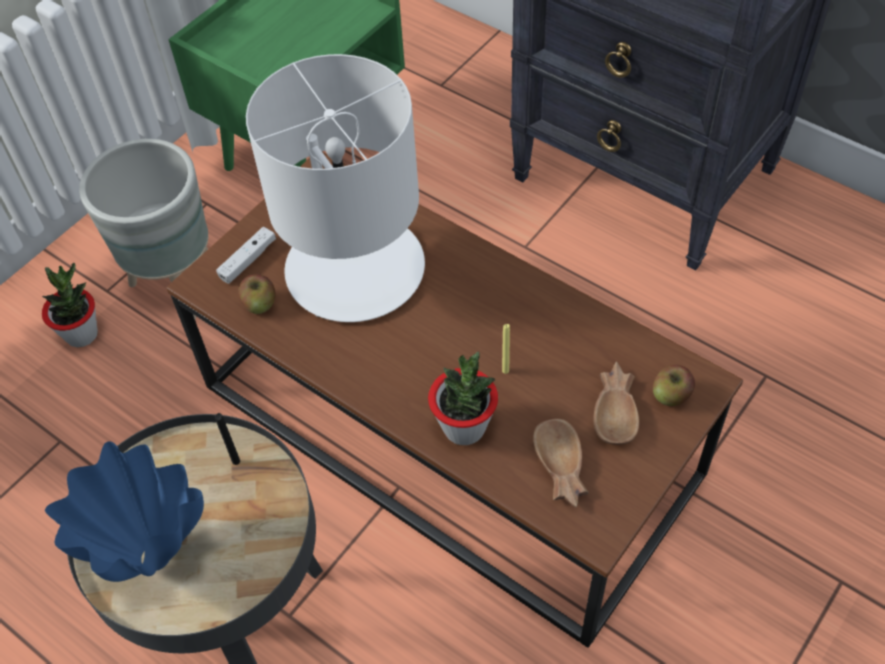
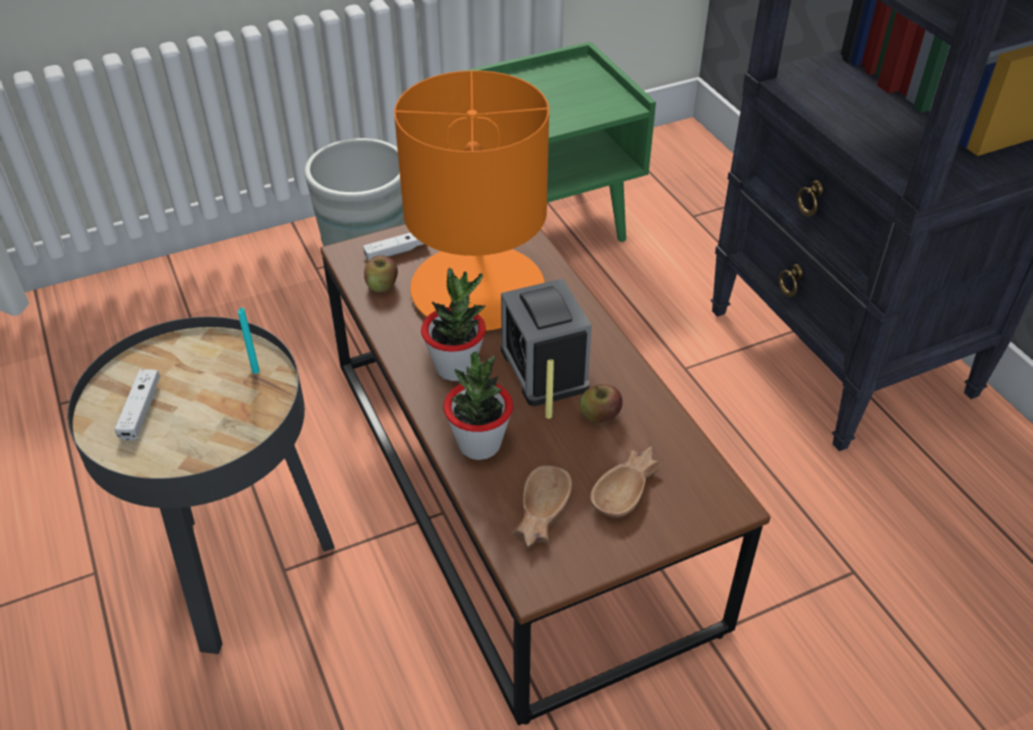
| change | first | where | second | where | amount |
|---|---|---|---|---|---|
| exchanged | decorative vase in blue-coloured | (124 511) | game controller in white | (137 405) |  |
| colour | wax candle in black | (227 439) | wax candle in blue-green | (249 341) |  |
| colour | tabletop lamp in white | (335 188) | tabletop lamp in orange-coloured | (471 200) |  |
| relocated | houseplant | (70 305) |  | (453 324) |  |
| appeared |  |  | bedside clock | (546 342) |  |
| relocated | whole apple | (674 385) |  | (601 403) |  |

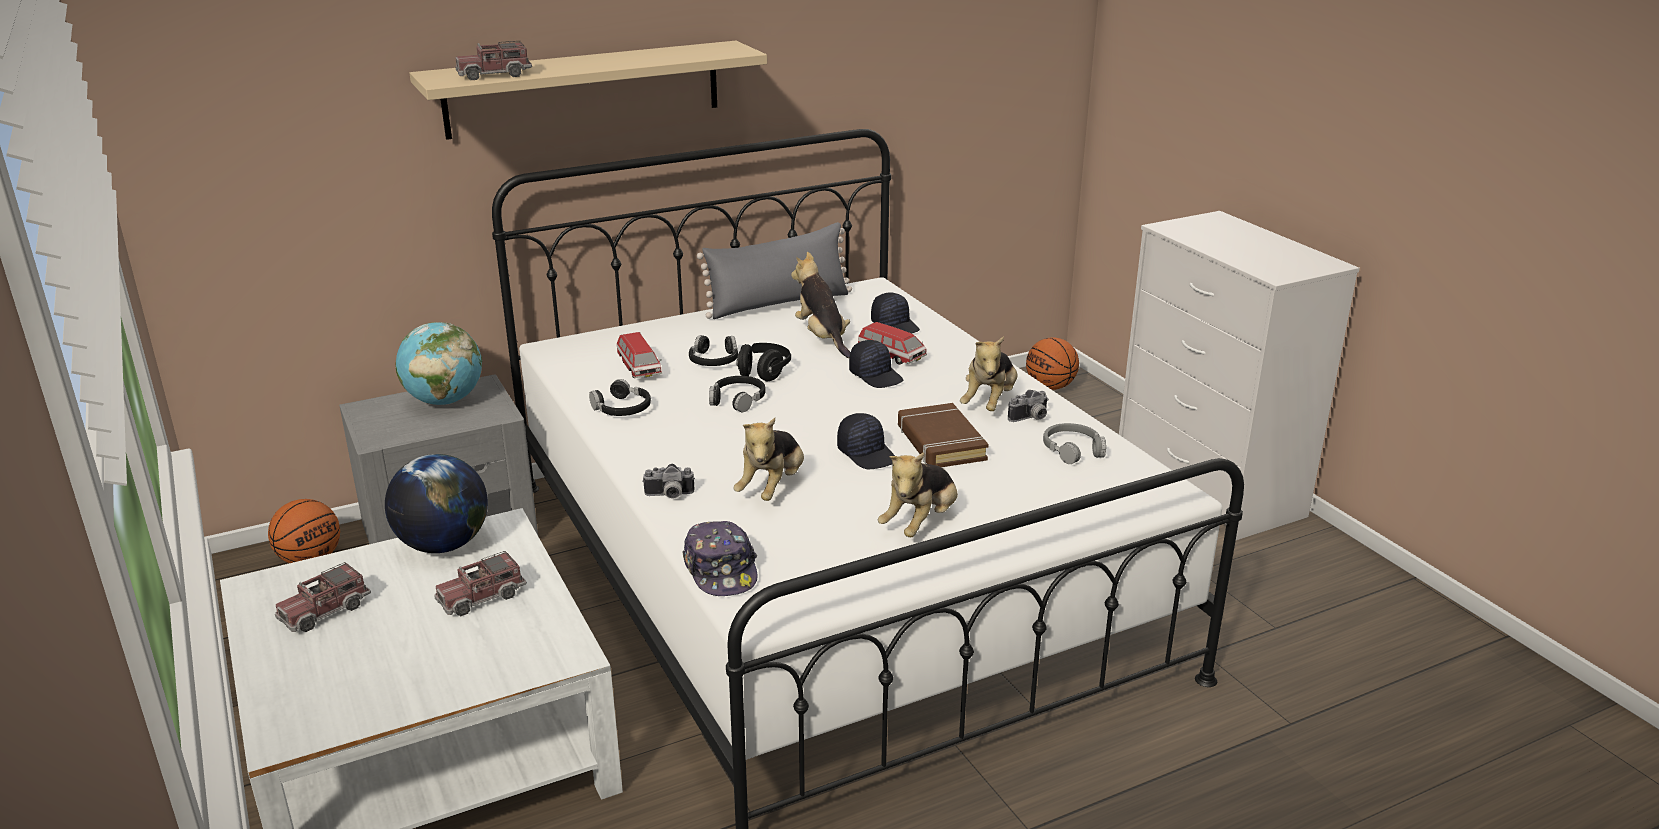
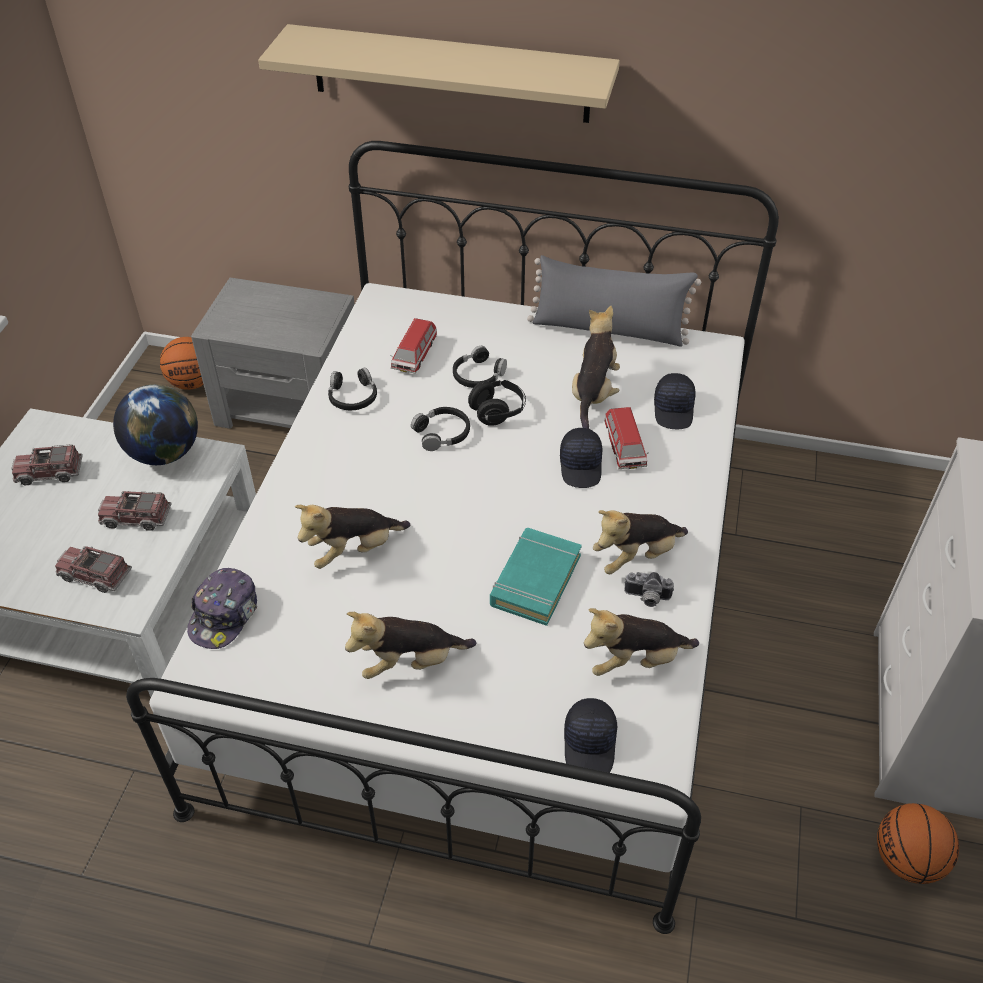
| change | first | where | second | where | amount |
|---|---|---|---|---|---|
| relocated | toy truck | (493 60) |  | (93 569) |  |
| colour | bound book in brown-coloured | (943 435) | bound book in blue-green | (536 577) |  |
| relocated | cap in black | (866 441) |  | (590 735) |  |
| exchanged | pair of headphones in grey | (1074 443) | cuddly toy | (641 642) |  |
| relocated | basketball | (1052 363) |  | (918 843) |  |
| missing | desk globe | (438 363) |  |  |  |
| missing | photo camera | (668 481) |  |  |  |

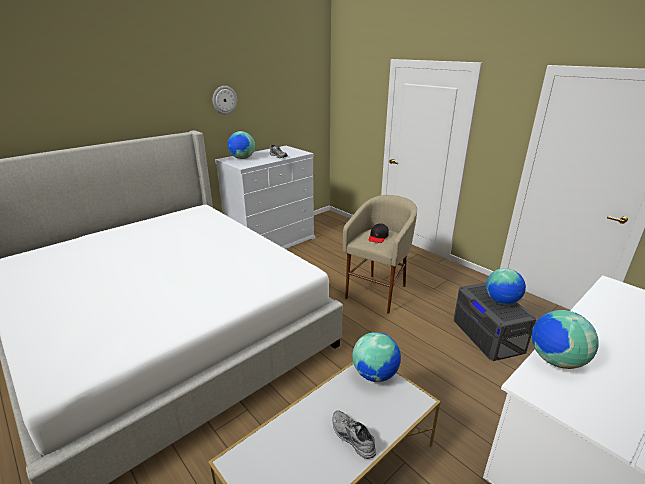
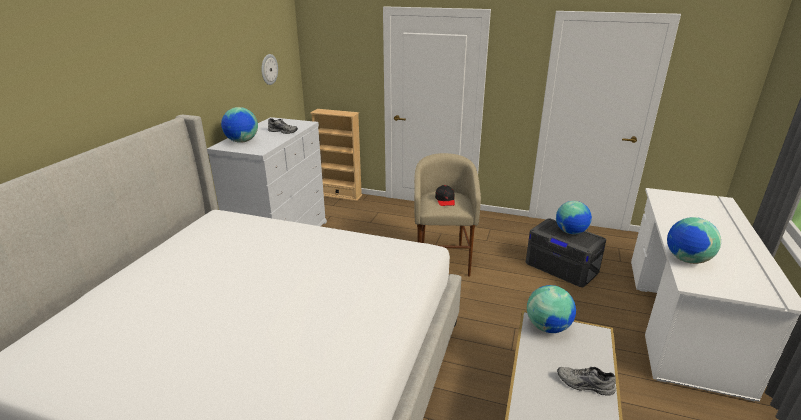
| change | first | where | second | where | amount |
|---|---|---|---|---|---|
| relocated | hanging clock | (225 100) |  | (269 69) |  |
| appeared |  |  | bookcase in sand-coloured | (336 155) |  |

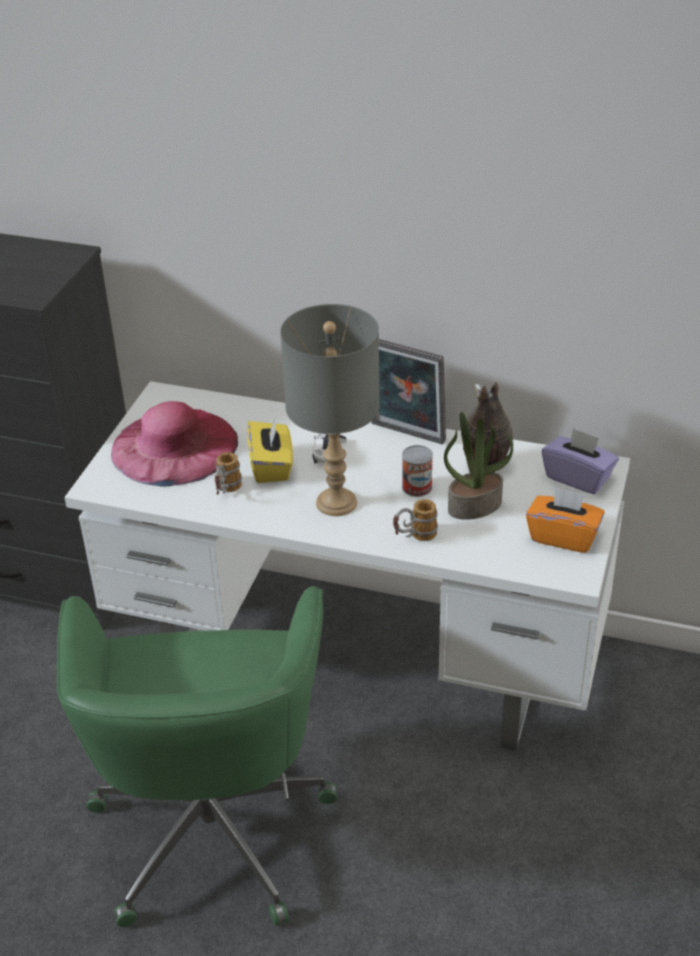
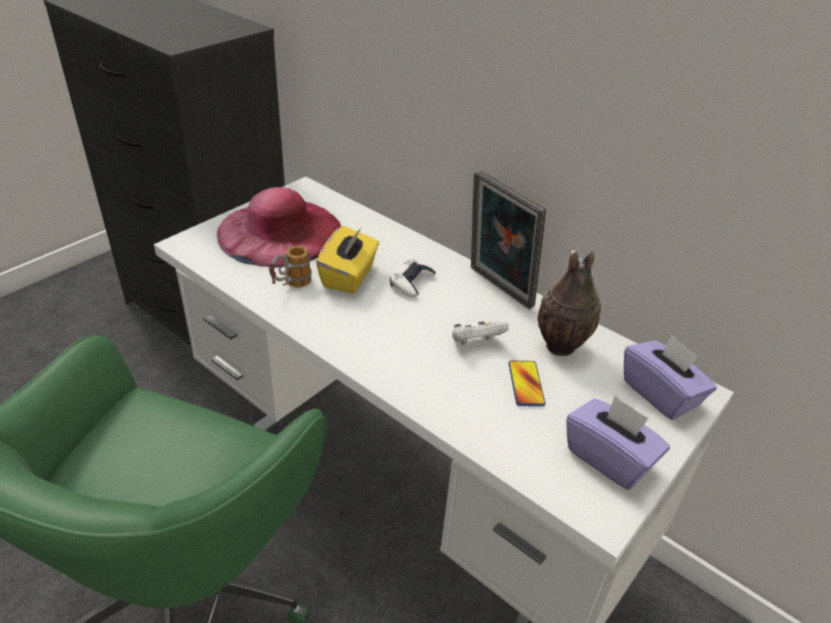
| change | first | where | second | where | amount |
|---|---|---|---|---|---|
| exchanged | sealed can | (417 471) | game controller in white | (480 333) |  |
| exchanged | houseplant | (478 466) | telephone | (527 383) |  |
| colour | tissue holder in orange-coloured | (565 519) | tissue holder in purple-coloured | (618 442) |  |
| missing | tabletop lamp in grey | (330 410) |  |  |  |
| missing | tea mug | (415 520) |  |  |  |

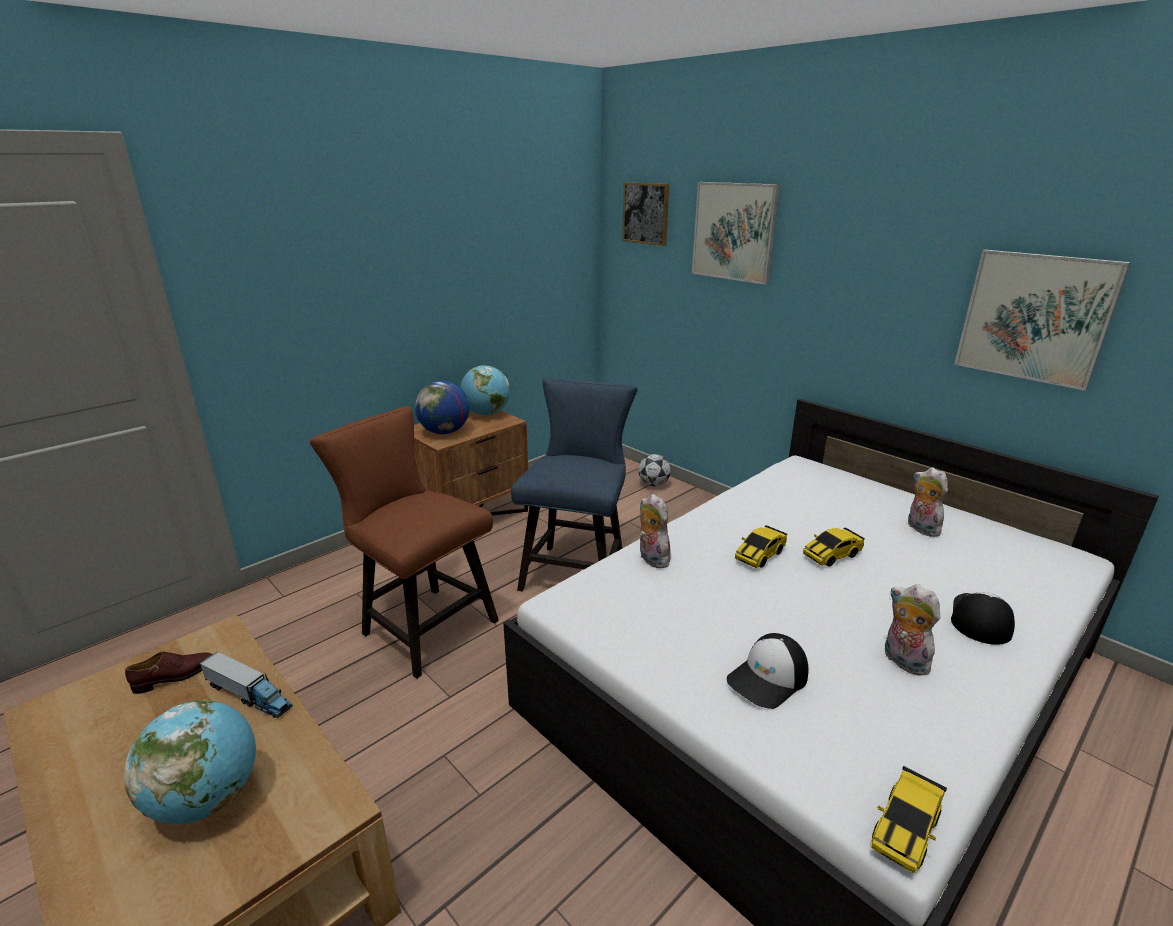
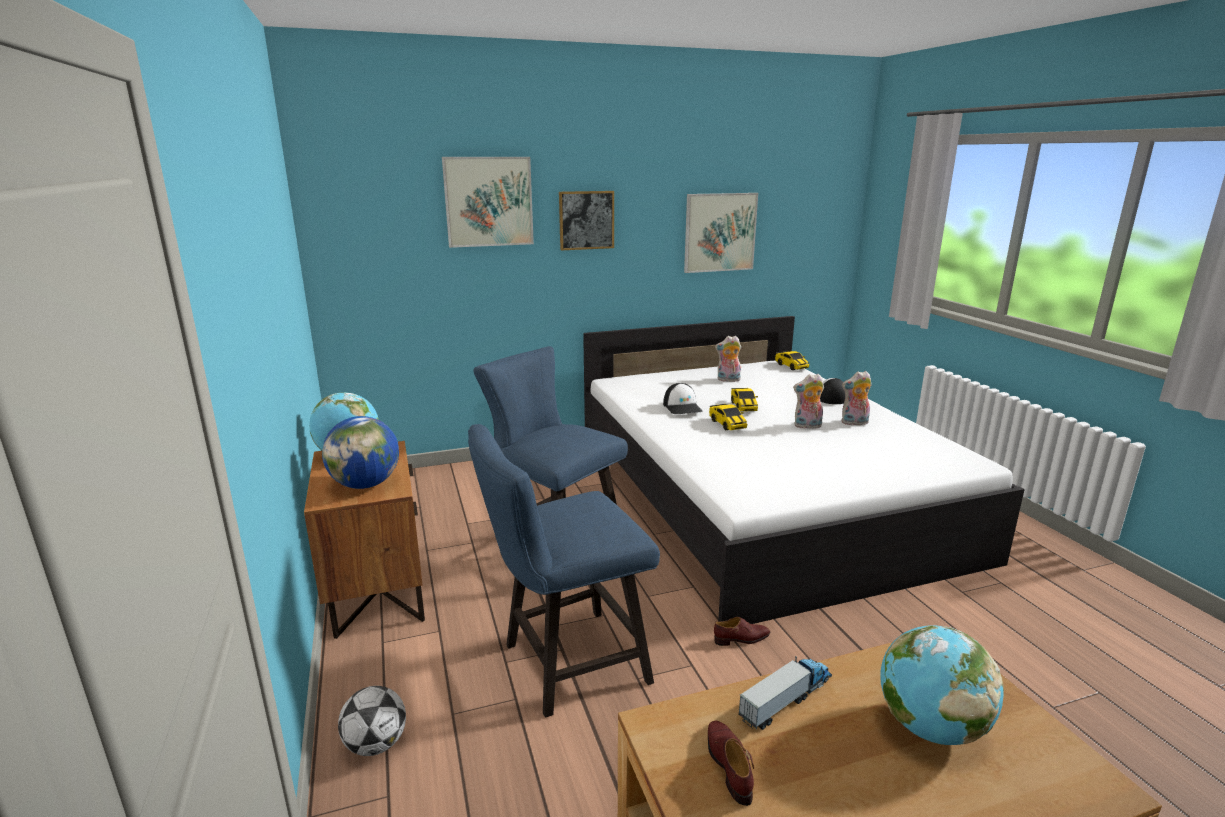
| change | first | where | second | where | amount |
|---|---|---|---|---|---|
| relocated | football | (654 470) |  | (372 721) |  |
| colour | plain chair in brown-coloured | (404 542) | plain chair in blue-coloured | (564 570) |  |
| relocated | wall art | (645 214) |  | (586 220) |  |
| relocated | cap | (768 671) |  | (683 398) |  |
| appeared |  |  | low shoe in brown-coloured | (742 631) |  |
| relocated | miniature car | (909 820) |  | (792 360) |  |
| relocated | cuddly toy | (656 531) |  | (808 402) |  |

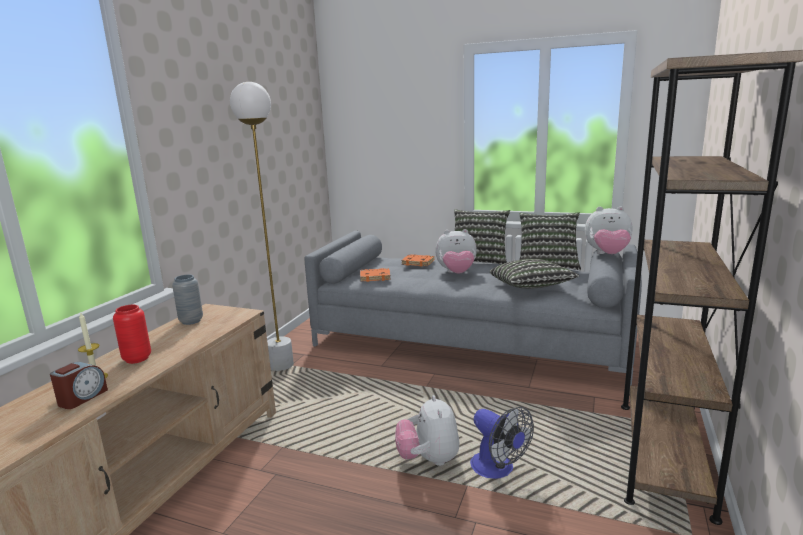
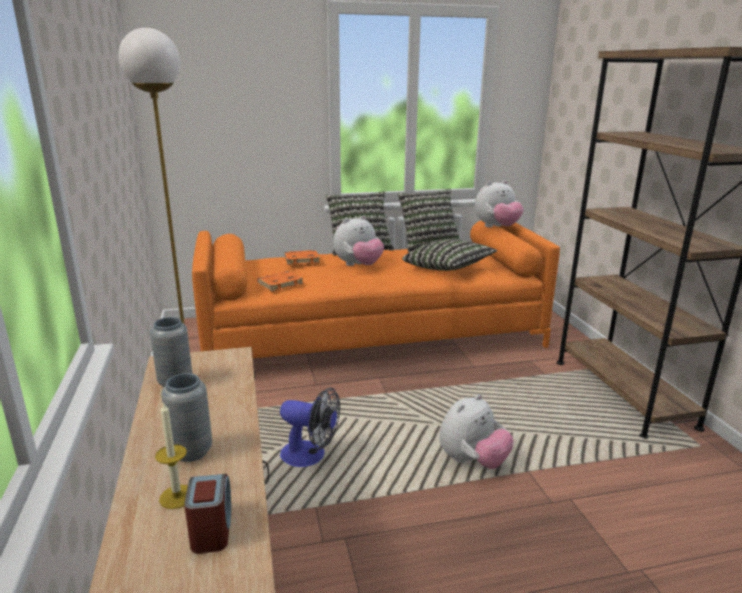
| change | first | where | second | where | amount |
|---|---|---|---|---|---|
| colour | decorative vase in reddish | (132 334) | decorative vase in grey | (186 417) |  |
| colour | sofa in grey | (473 308) | sofa in orange-coloured | (376 289) |  |
| relocated | fan | (502 443) |  | (310 427) |  |
| spun | cuddly toy | (427 430) |  | (476 431) | 90 degrees counterclockwise |

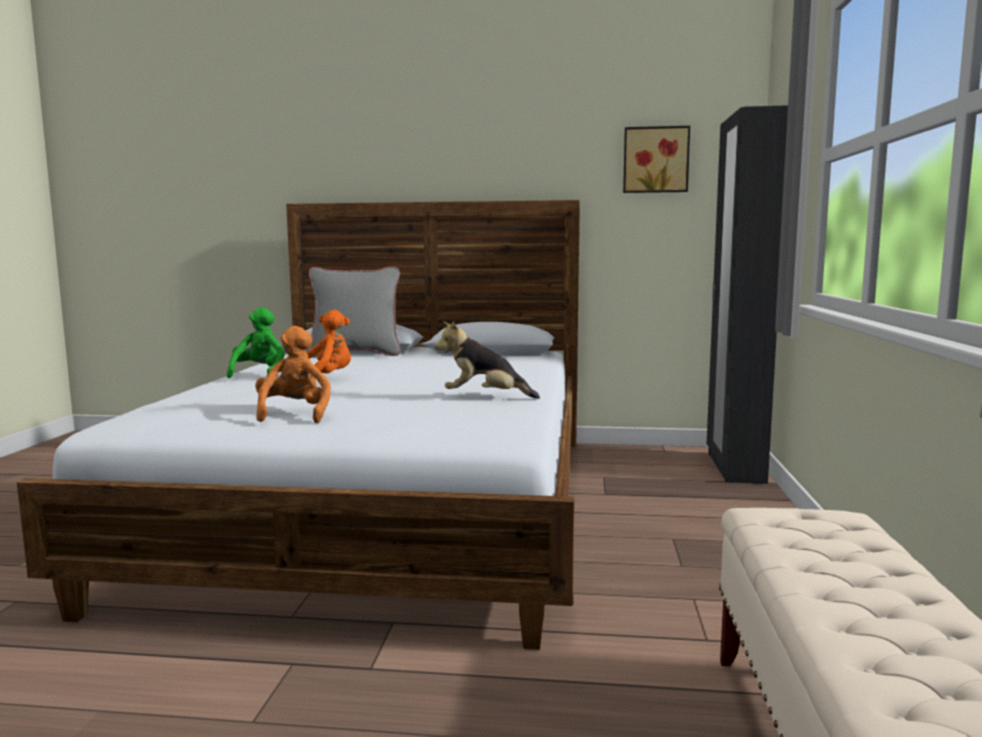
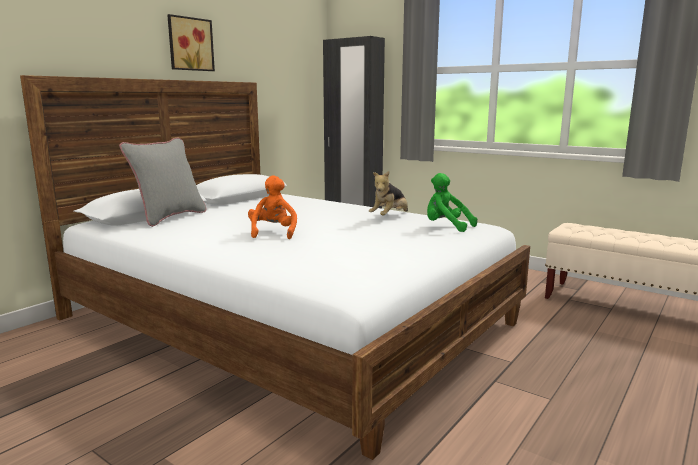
| change | first | where | second | where | amount |
|---|---|---|---|---|---|
| relocated | wall art | (656 159) |  | (191 42) |  |
| relocated | cuddly toy in green-coloured | (256 342) |  | (452 202) |  |
| missing | cuddly toy in orange-coloured | (293 374) |  |  |  |

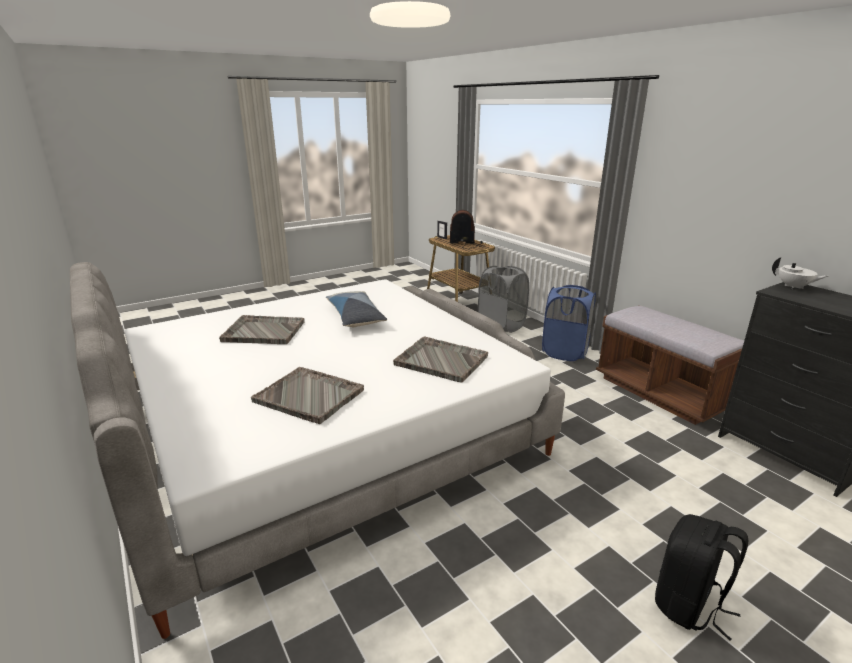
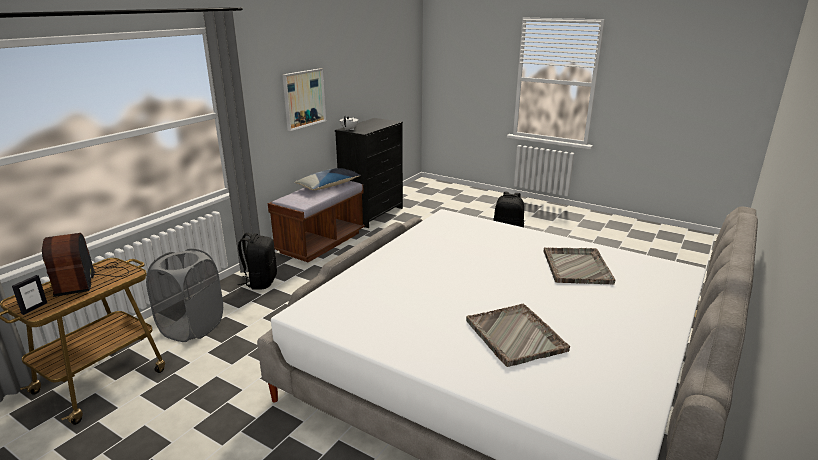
| change | first | where | second | where | amount |
|---|---|---|---|---|---|
| exchanged | hamper in blue-coloured | (569 323) | knapsack in black | (257 261) |  |
| appeared |  |  | wall art | (304 99) |  |
| relocated | cushion | (356 309) |  | (328 179) |  |
| missing | serving tray in grey | (440 360) |  |  |  |

